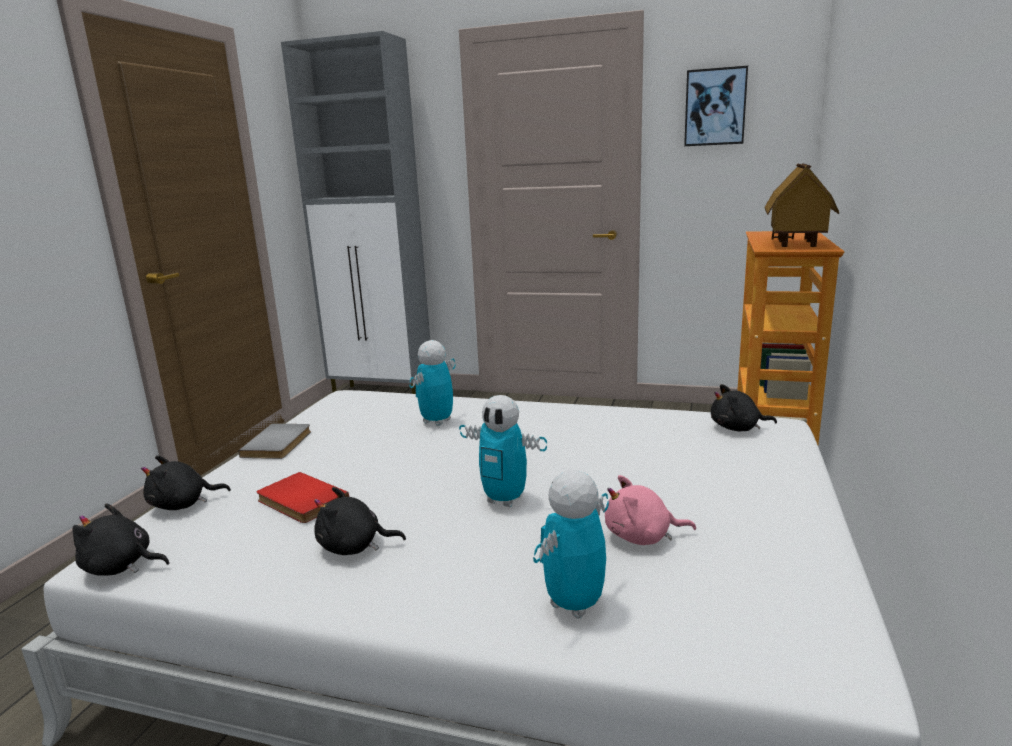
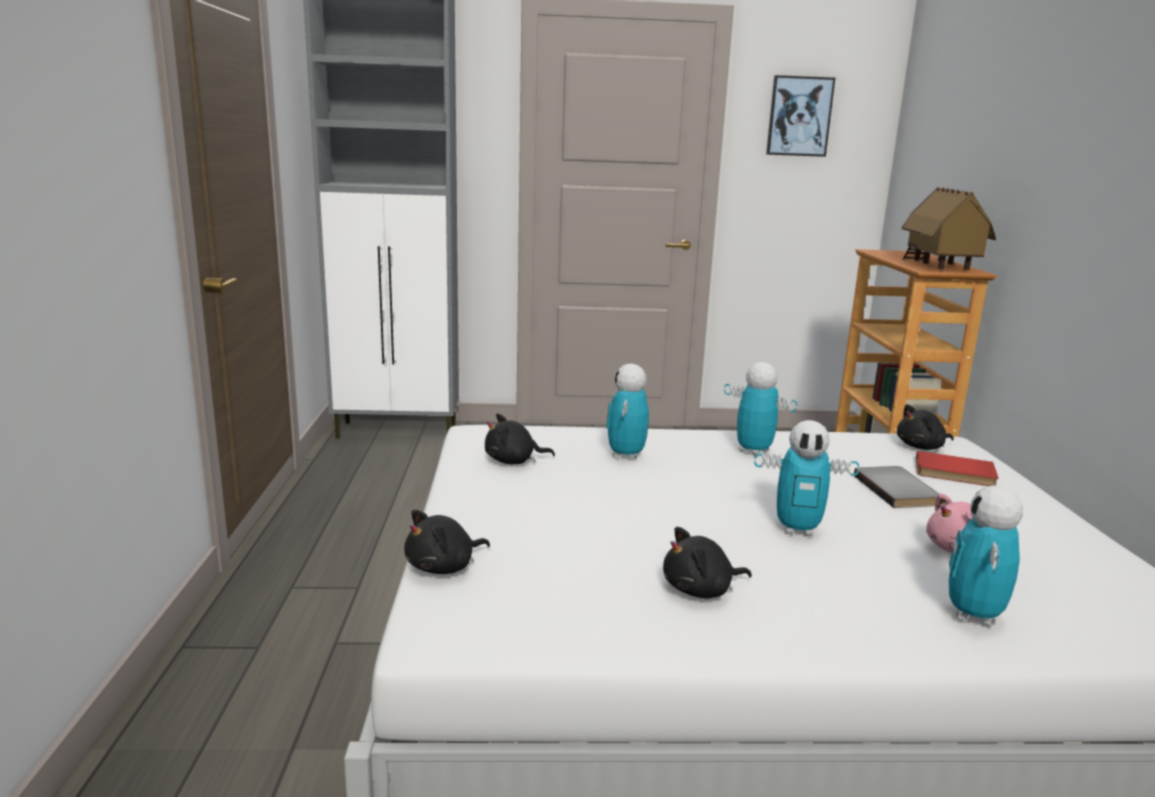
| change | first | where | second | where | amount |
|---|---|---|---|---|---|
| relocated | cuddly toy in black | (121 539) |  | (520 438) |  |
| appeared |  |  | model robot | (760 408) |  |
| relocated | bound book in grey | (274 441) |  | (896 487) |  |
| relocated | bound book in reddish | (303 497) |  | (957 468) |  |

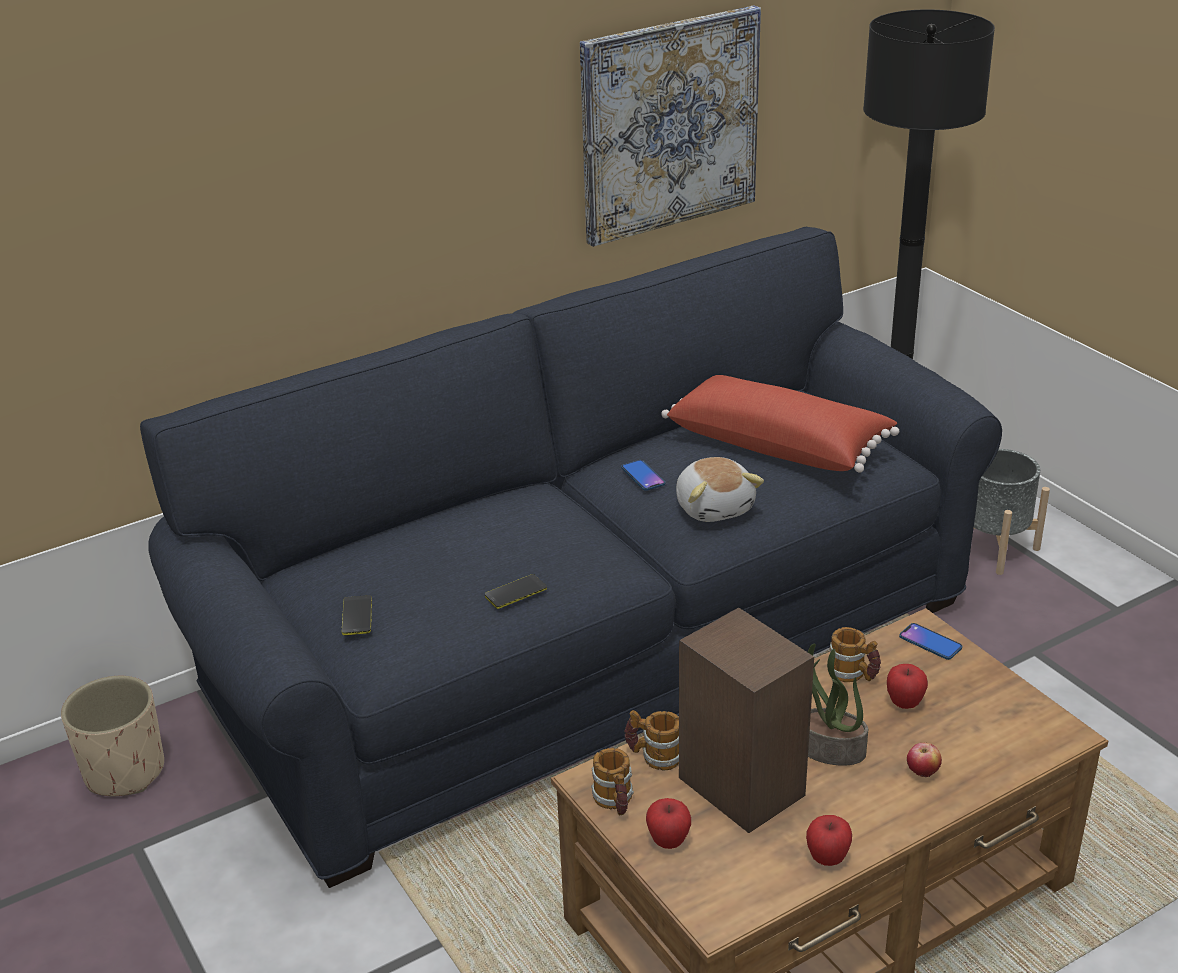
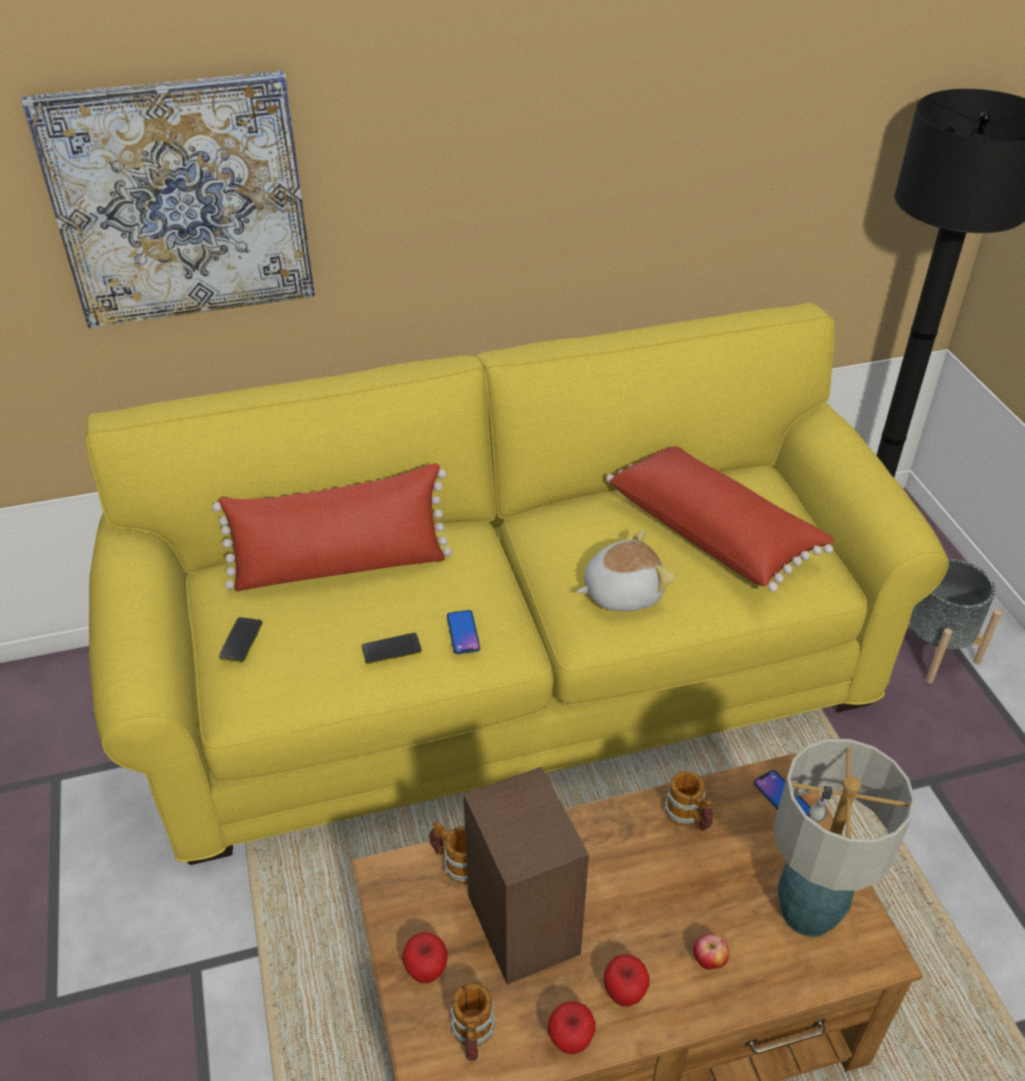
| change | first | where | second | where | amount |
|---|---|---|---|---|---|
| relocated | wall art | (670 126) |  | (168 199) |  |
| colour | sofa in blue-coloured | (571 557) | sofa in yellow-coloured | (517 584) |  |
| appeared |  |  | cushion in reddish | (332 527) |  |
| relocated | telephone | (643 475) |  | (463 632) |  |
| relocated | tea mug | (612 781) |  | (473 1022) |  |
| spun | cuddly toy | (720 489) |  | (626 570) | 105 degrees counterclockwise |
| relocated | whole apple | (907 686) |  | (627 980) |  |
| appeared |  |  | tabletop lamp | (844 838) |  |
| missing | planter in sand-coloured | (112 736) |  |  |  |
| missing | houseplant | (838 705) |  |  |  |

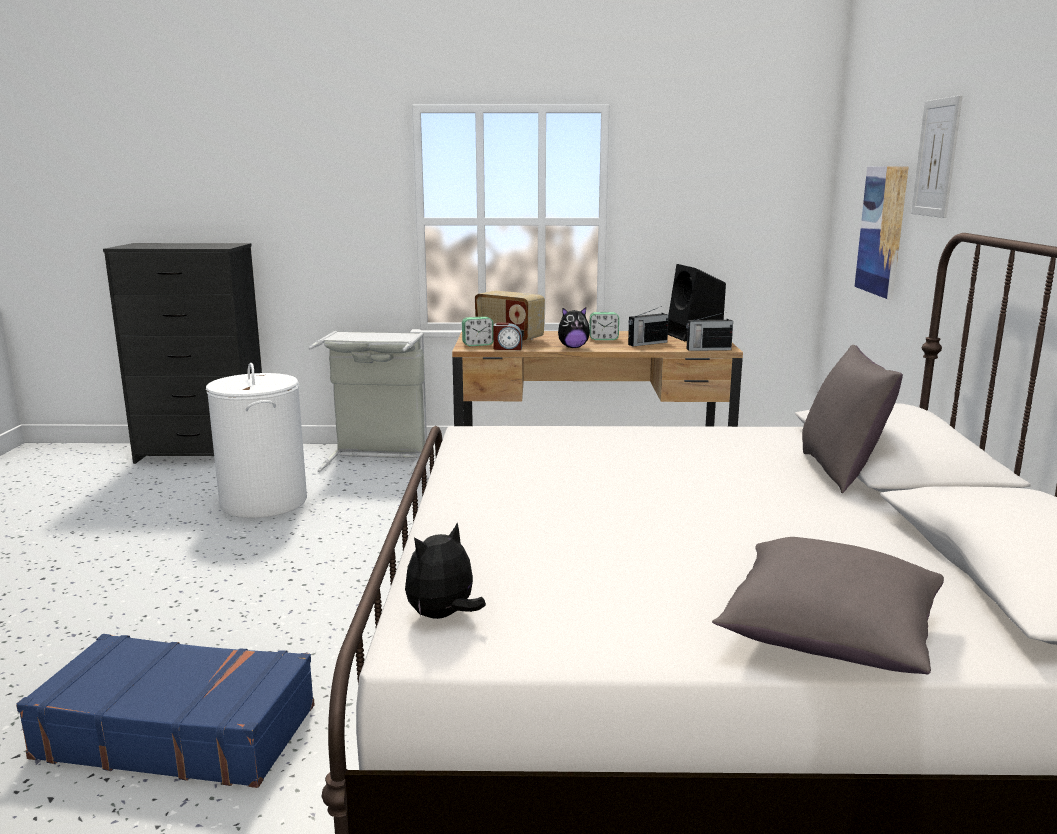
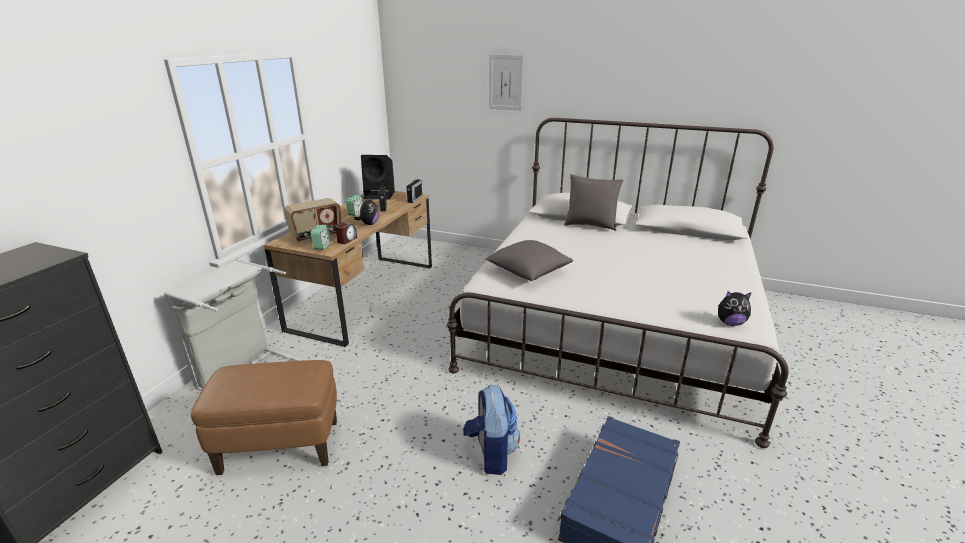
| change | first | where | second | where | amount |
|---|---|---|---|---|---|
| exchanged | hamper in white | (256 440) | pouffe in brown-coloured | (264 417) |  |
| appeared |  |  | knapsack | (491 430) |  |
| relocated | cushion in grey | (828 605) |  | (529 260) |  |
| spun | cuddly toy | (445 570) |  | (735 308) | 60 degrees counterclockwise |
| missing | wall art | (881 232) |  |  |  |

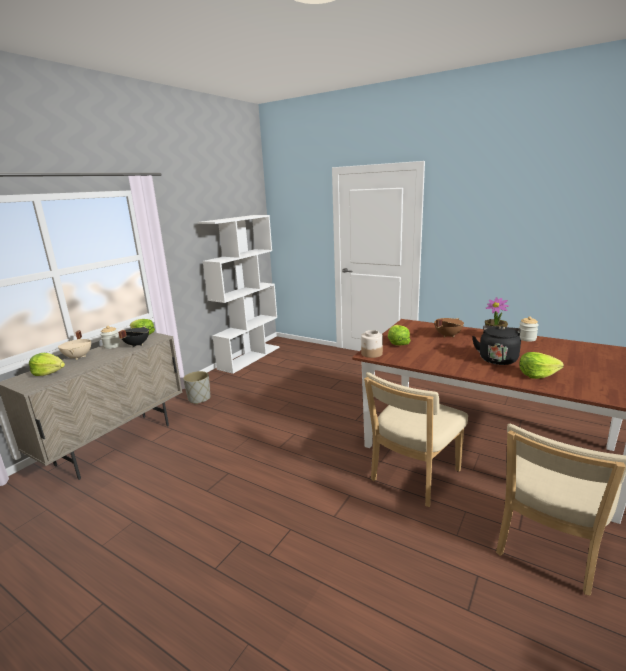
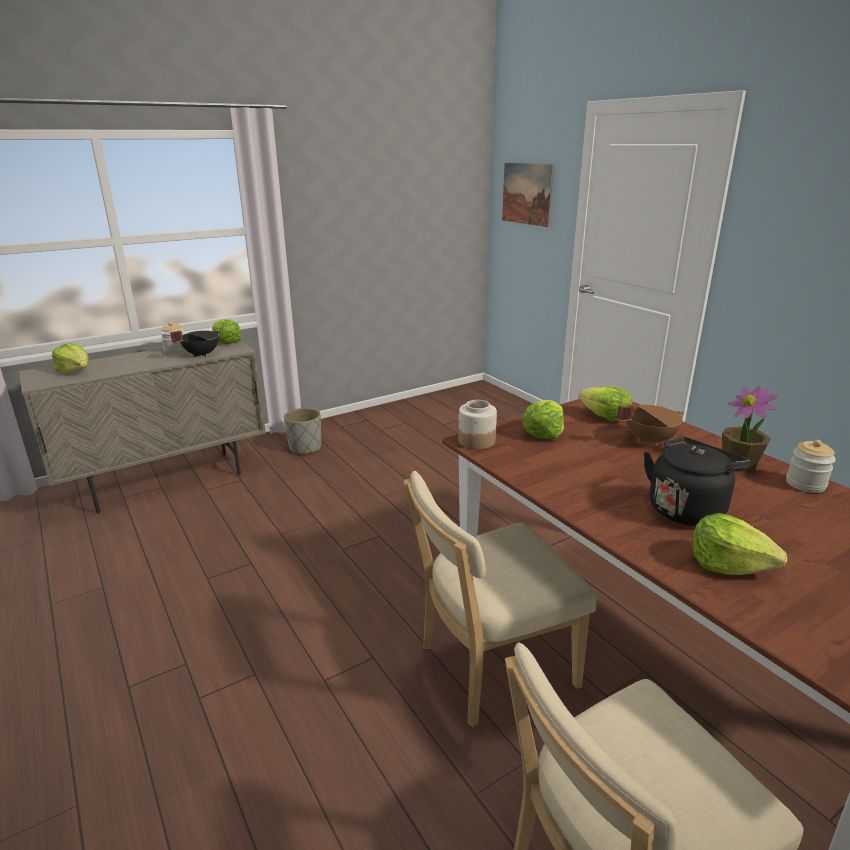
| change | first | where | second | where | amount |
|---|---|---|---|---|---|
| appeared |  |  | wall art | (528 195) |  |
| appeared |  |  | lettuce | (605 404) |  |
| missing | stockpot in sand-coloured | (74 345) |  |  |  |
| missing | bookcase in white | (238 294) |  |  |  |

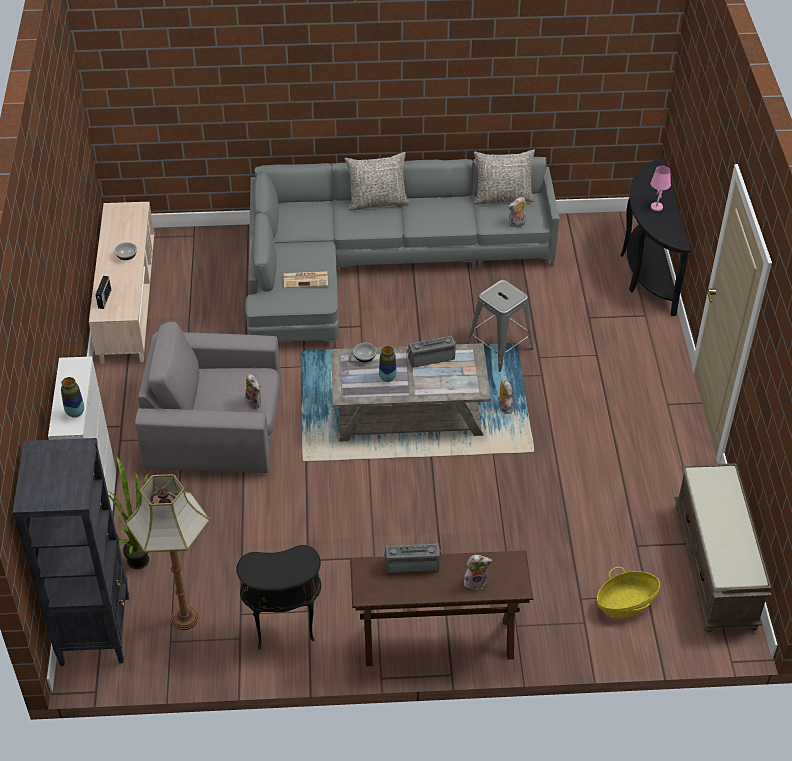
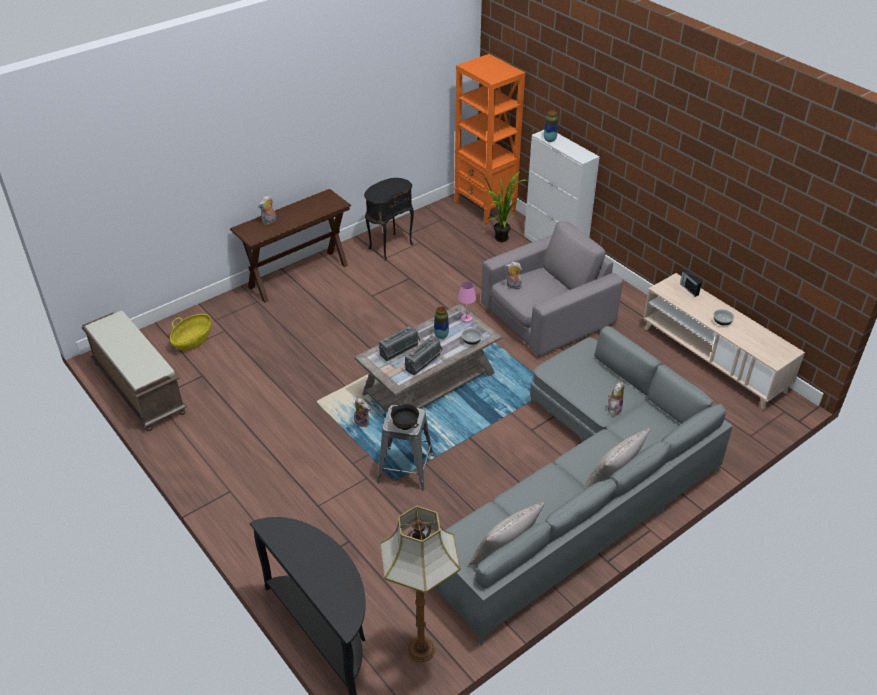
| change | first | where | second | where | amount |
|---|---|---|---|---|---|
| relocated | radio | (412 558) |  | (400 343) |  |
| relocated | standing lamp | (167 552) |  | (420 584) |  |
| appeared |  |  | bowl in black | (405 417) |  |
| colour | bookcase in black | (71 552) | bookcase in orange-coloured | (489 139) |  |
| relocated | tabletop lamp in pink | (661 188) |  | (467 302) |  |
| relocated | cuddly toy | (517 212) |  | (616 399) |  |
| missing | printed paper | (305 279) |  |  |  |

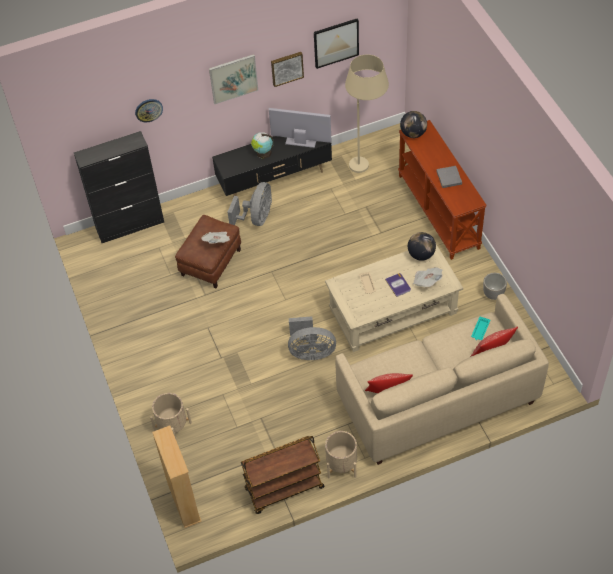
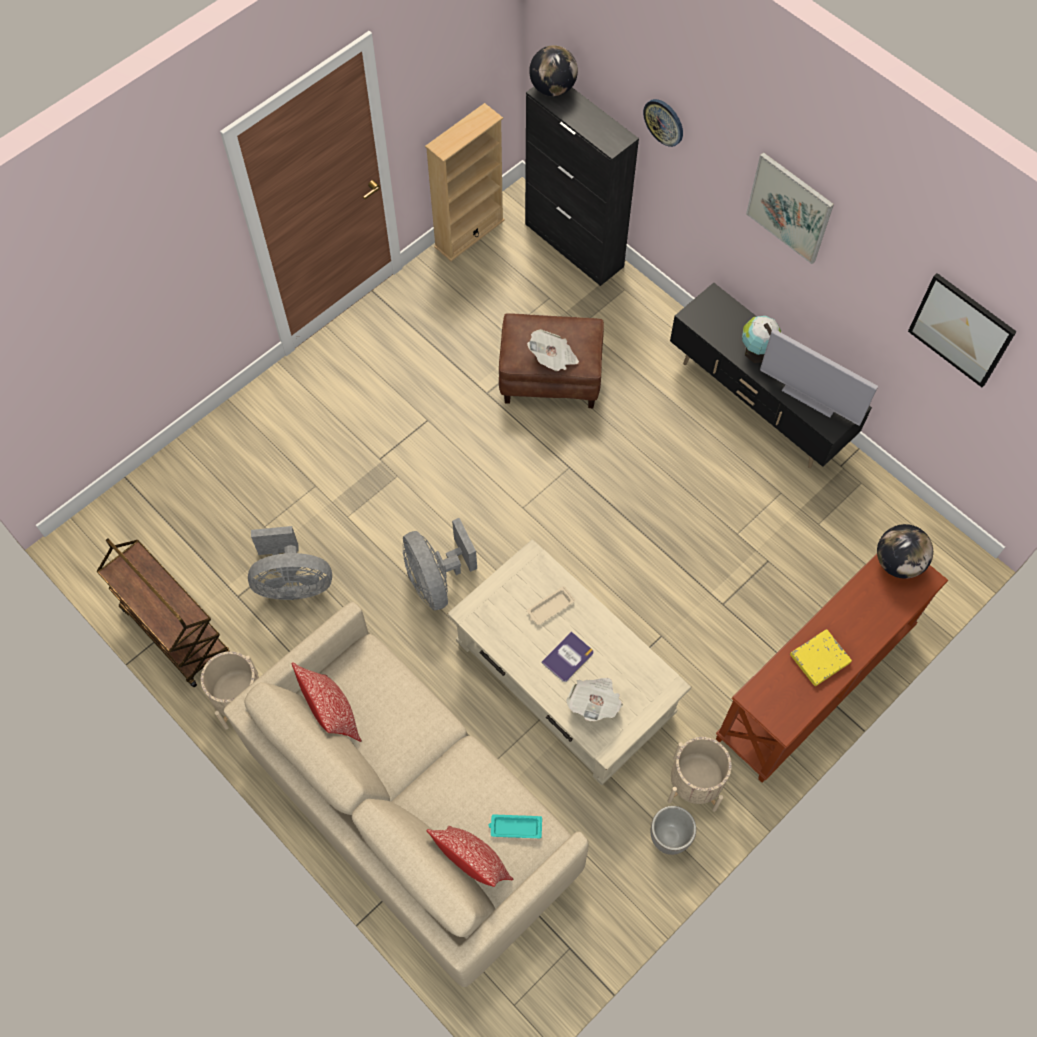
| change | first | where | second | where | amount |
|---|---|---|---|---|---|
| relocated | fan in grey | (250 204) |  | (290 563) |  |
| relocated | bookcase in sand-coloured | (177 476) |  | (465 182) |  |
| relocated | desk globe | (422 246) |  | (553 71) |  |
| relocated | planter in sand-coloured | (171 417) |  | (699 774) |  |
| spun | TV | (300 128) |  | (819 377) | 135 degrees clockwise |
| colour | bound book in grey | (449 177) | bound book in yellow-coloured | (821 657) |  |
| missing | wall art | (287 69) |  |  |  |
| missing | standing lamp in sand-coloured | (367 113) |  |  |  |

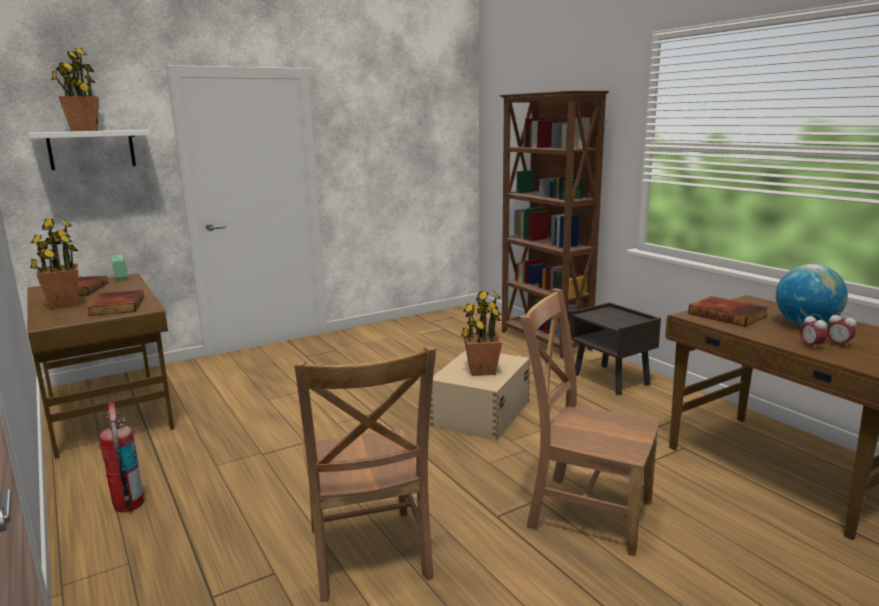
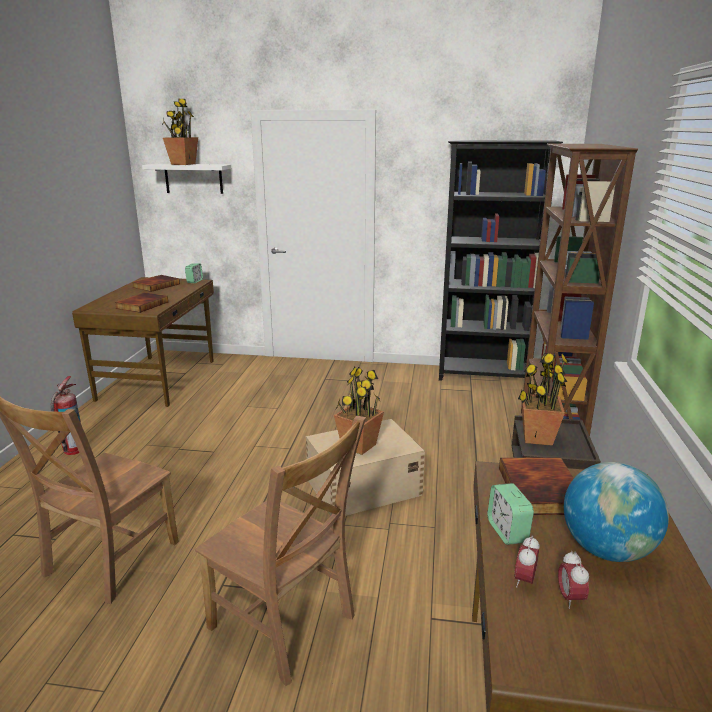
| change | first | where | second | where | amount |
|---|---|---|---|---|---|
| spun | plain chair in brown-coloured | (590 422) |  | (280 551) | 150 degrees clockwise |
| appeared |  |  | bookcase in black | (501 260) |  |
| appeared |  |  | bedside clock | (510 514) |  |
| relocated | houseplant | (54 264) |  | (543 399) |  |

